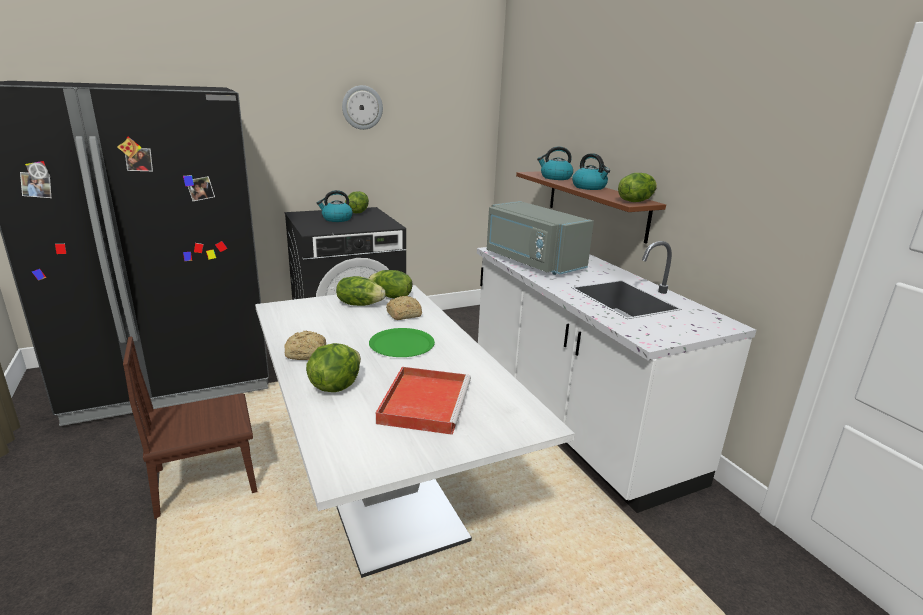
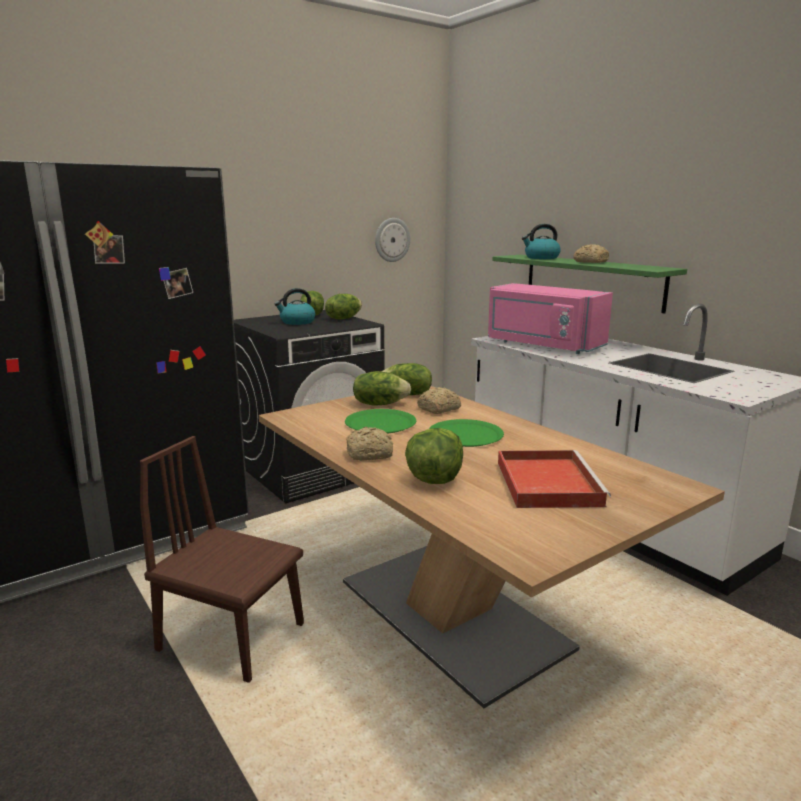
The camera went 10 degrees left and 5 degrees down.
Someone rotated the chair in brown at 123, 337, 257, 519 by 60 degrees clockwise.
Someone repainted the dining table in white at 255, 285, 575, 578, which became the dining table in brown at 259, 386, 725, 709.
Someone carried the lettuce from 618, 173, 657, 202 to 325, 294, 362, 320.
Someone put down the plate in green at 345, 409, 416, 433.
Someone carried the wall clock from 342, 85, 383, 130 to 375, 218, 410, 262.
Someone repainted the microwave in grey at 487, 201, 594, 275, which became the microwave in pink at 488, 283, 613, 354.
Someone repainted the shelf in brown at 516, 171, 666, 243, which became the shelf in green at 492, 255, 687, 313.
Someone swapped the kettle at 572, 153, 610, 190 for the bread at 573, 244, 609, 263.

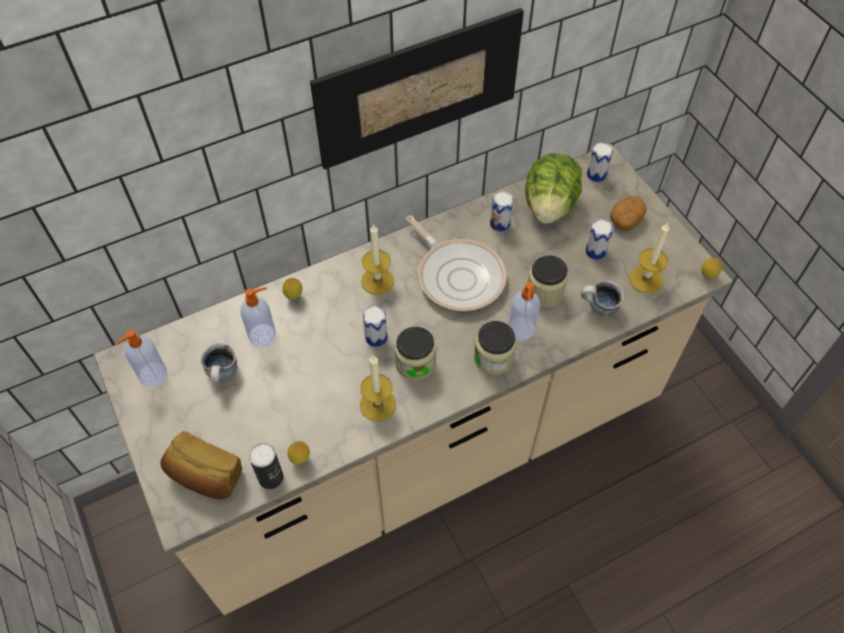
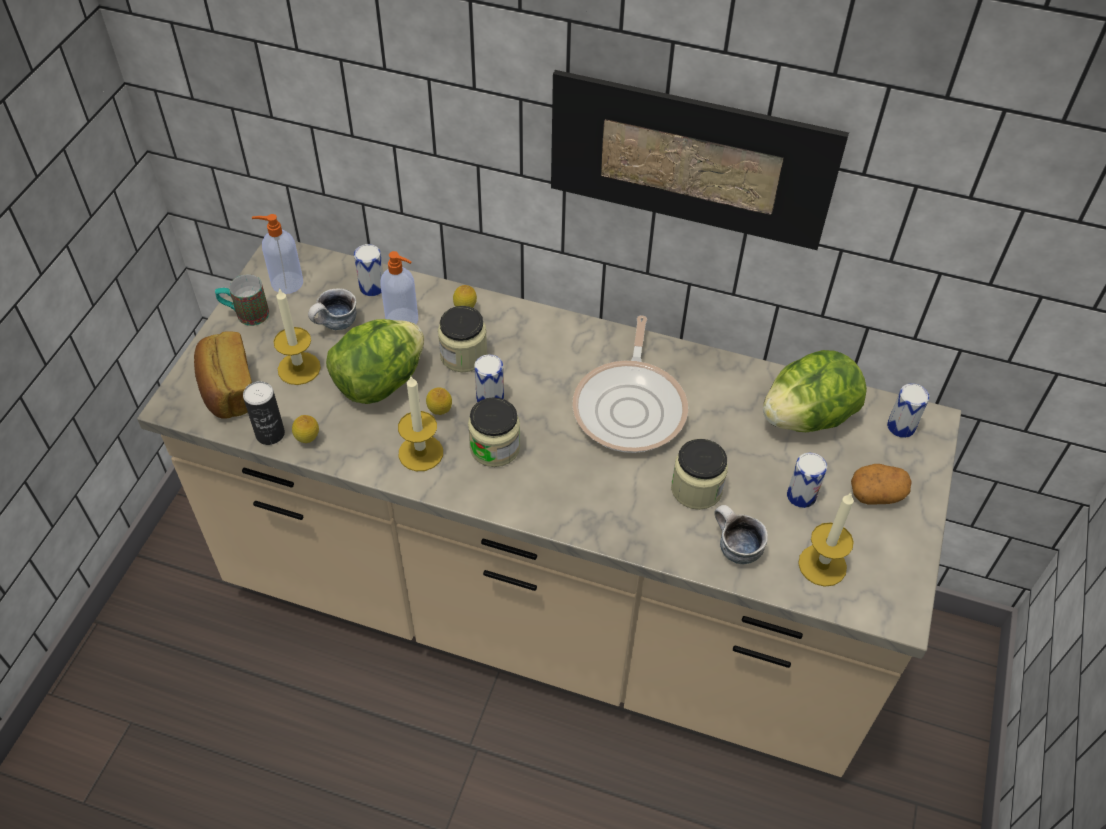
The camera went 45 degrees right and 5 degrees down.
Someone put down the mug at 215, 274, 269, 326.
Someone carried the candle from 361, 224, 394, 295 to 273, 288, 321, 385.
Someone put down the lettuce at 326, 319, 424, 404.
Someone carried the can from 490, 191, 514, 232 to 354, 244, 383, 296.
Someone carried the lemon from 701, 258, 723, 278 to 426, 387, 452, 415.
Someone carried the jar from 474, 321, 516, 375 to 438, 306, 487, 372.
Someone took away the soap dispenser at 508, 282, 540, 340.

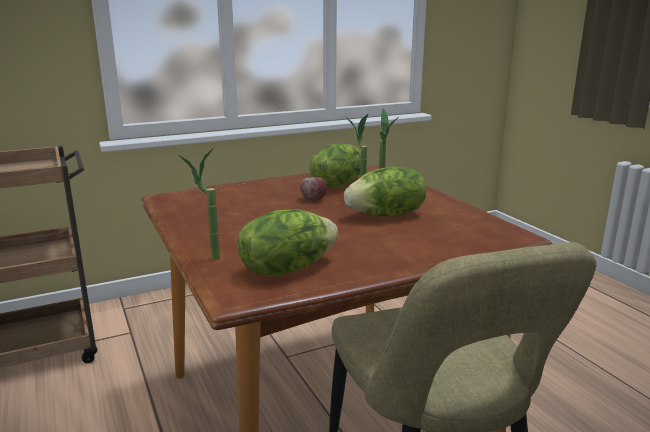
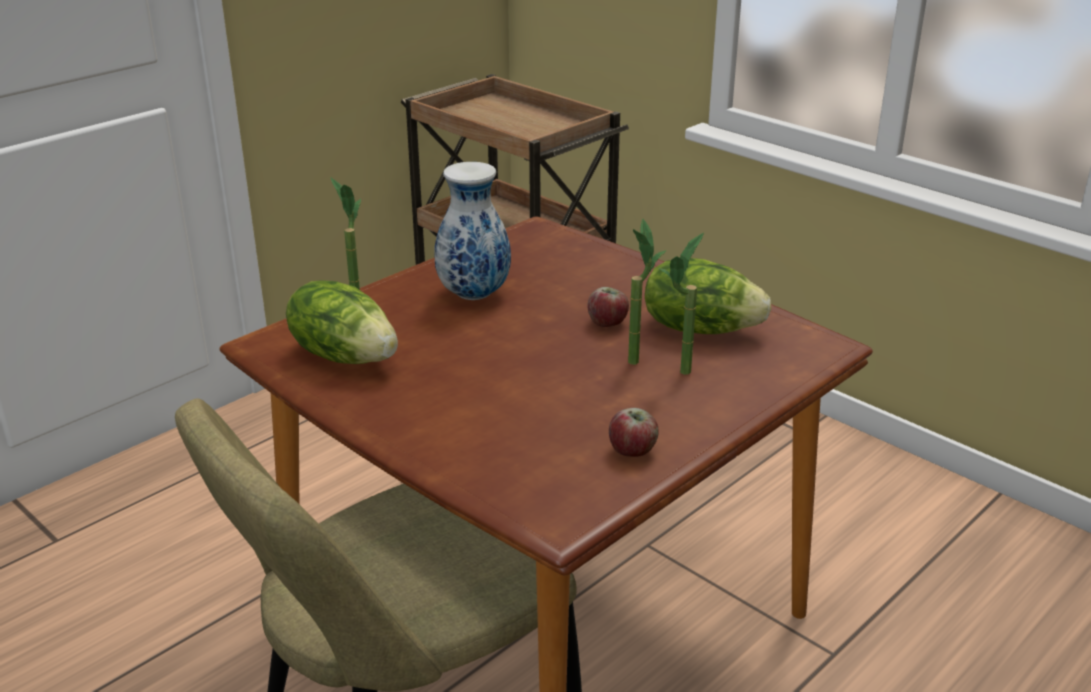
The camera went 70 degrees right and 10 degrees up.
Someone put down the vase at 434, 162, 511, 300.
Someone put down the apple at 609, 408, 659, 457.
Someone took away the lettuce at 344, 166, 426, 216.

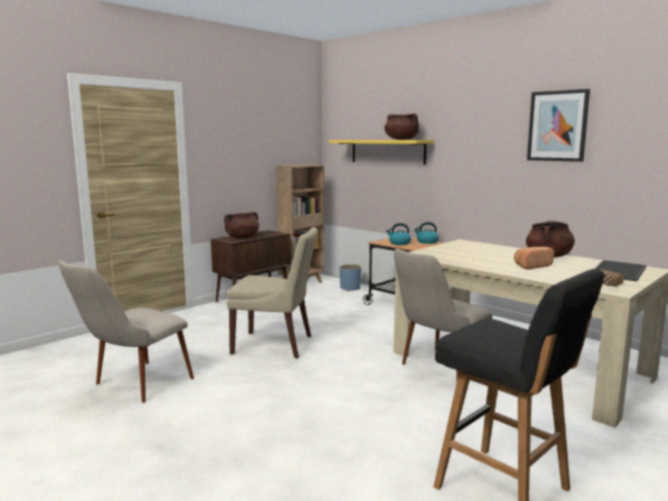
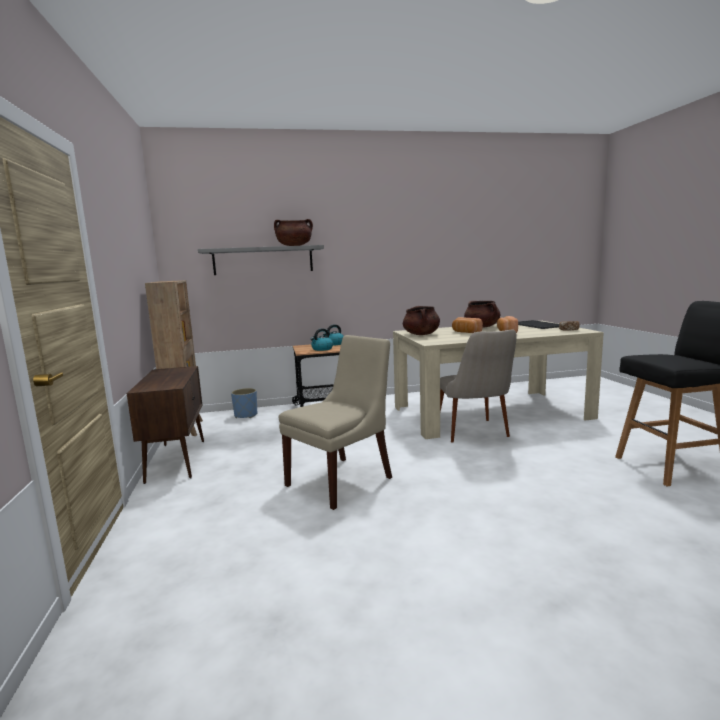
The camera went 55 degrees left and 0 degrees up.
Someone repainted the shelf in yellow at 329, 140, 434, 165, which became the shelf in grey at 198, 245, 324, 275.
Someone carried the cooking pot in brown from 224, 212, 259, 238 to 403, 306, 440, 335.
Someone put down the bread at 452, 317, 483, 333.
Someone took away the chair in beige at 58, 260, 194, 403.
Someone took away the picture at 527, 89, 590, 162.

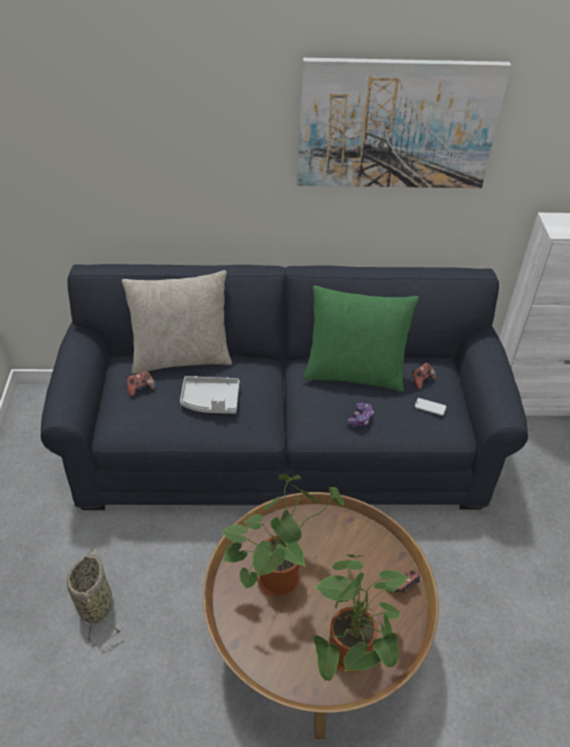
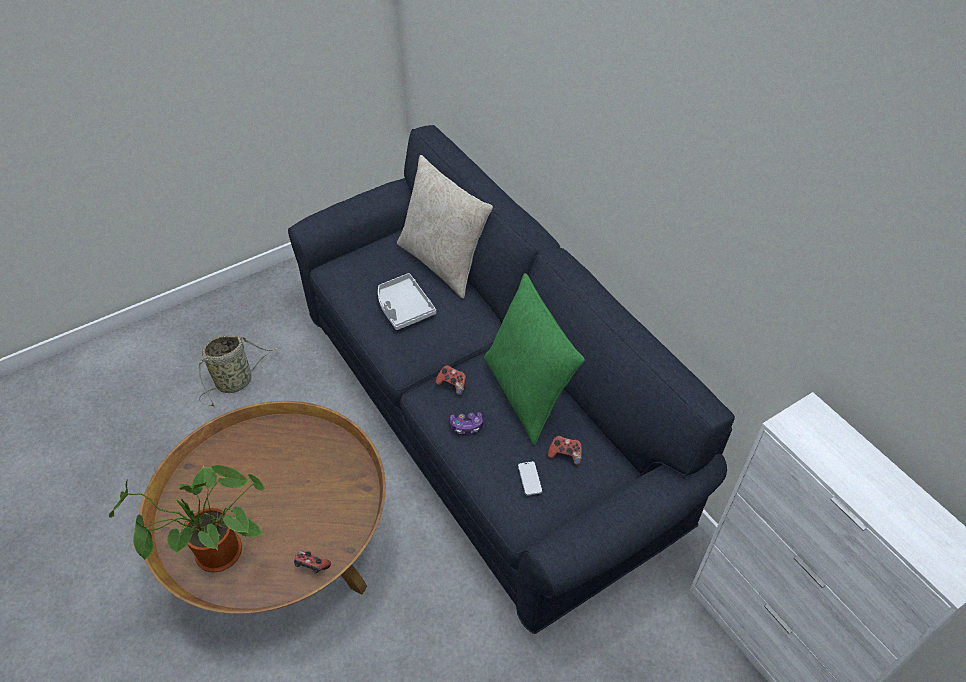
The camera went 60 degrees right and 5 degrees up.
Someone carried the game controller from 127, 371, 156, 397 to 436, 365, 466, 396.
Someone took away the potted plant at 221, 474, 344, 597.
Someone took away the picture at 297, 58, 511, 188.

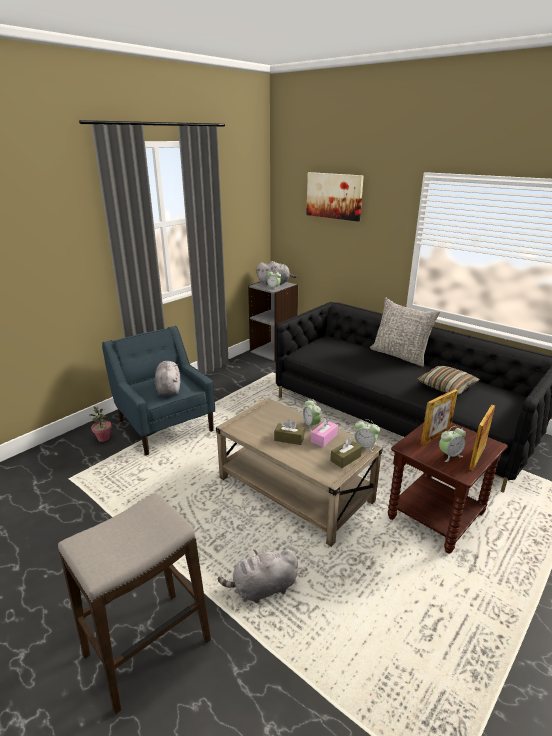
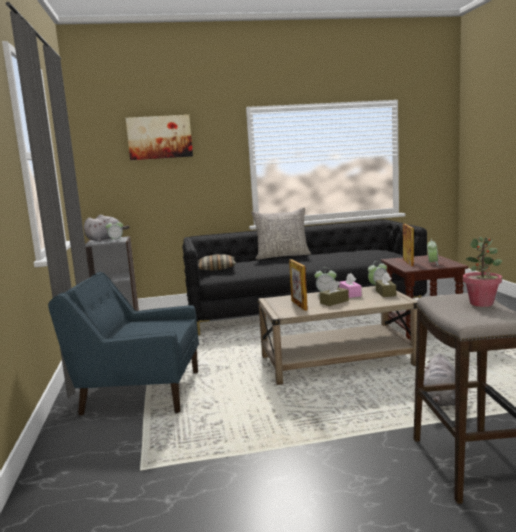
The camera went 50 degrees left and 15 degrees down.
Someone carried the pillow from 417, 366, 480, 395 to 197, 254, 236, 270.
Someone carried the picture frame from 469, 404, 495, 471 to 289, 259, 308, 311.
Someone carried the potted plant from 90, 406, 112, 442 to 463, 237, 502, 307.
Someone took away the plush toy in grey at 155, 361, 180, 396.

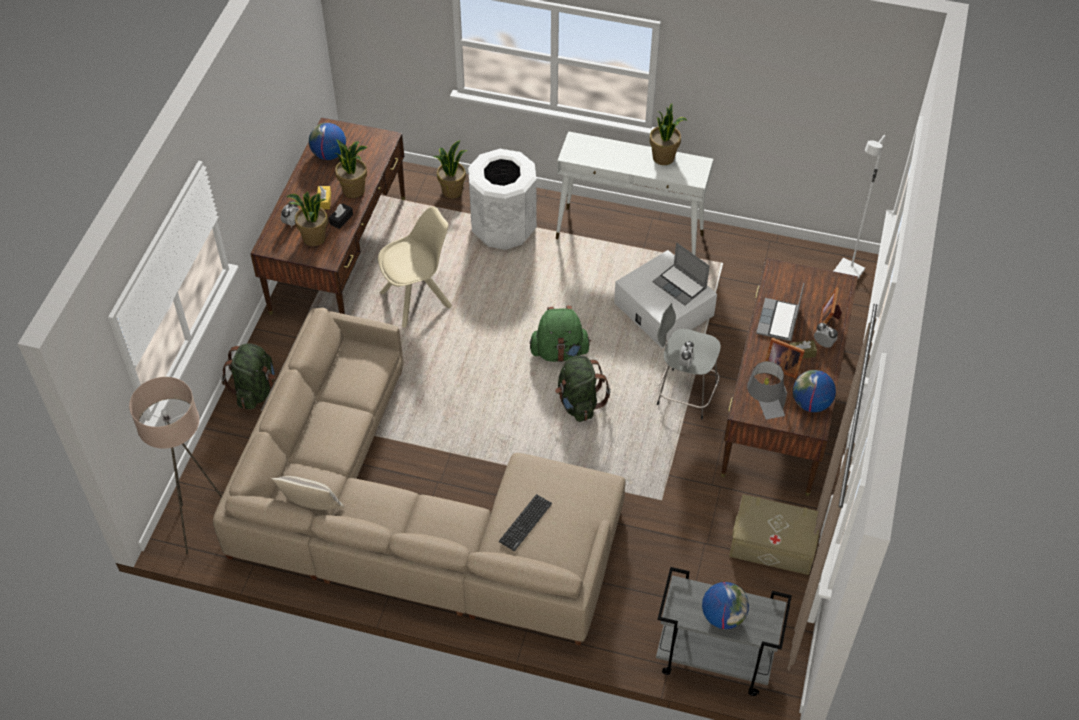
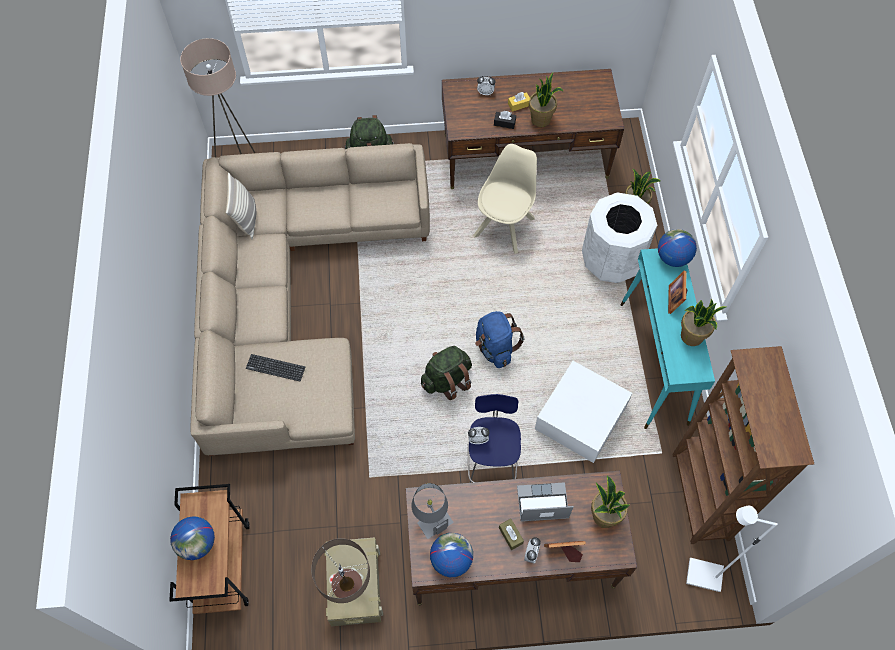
The camera went 70 degrees right and 10 degrees up.
Someone repainted the cart in grey at 656, 567, 792, 696, which became the cart in brown at 169, 484, 250, 614.
Someone put down the table lamp at 311, 538, 370, 603.
Someone repainted the stool in grey at 657, 303, 721, 420, which became the stool in blue at 467, 394, 521, 483.
Someone rotated the chair in beige at 378, 206, 452, 327 by 105 degrees counterclockwise.
Someone repainted the backpack in green at 530, 306, 591, 362, which became the backpack in blue at 475, 311, 525, 368.
Someone carried the potted plant from 287, 191, 328, 246 to 591, 475, 630, 528.
Someone repainted the console table in white at 556, 131, 713, 255, which became the console table in turquoise at 620, 248, 715, 429.
Someone carried the globe from 309, 123, 346, 160 to 658, 229, 697, 267.
Someone carried the picture frame from 765, 338, 805, 379 to 668, 271, 687, 314.
Someone put down the bookcase in brown at 672, 346, 814, 544.
Someone took away the laptop at 653, 243, 710, 306.

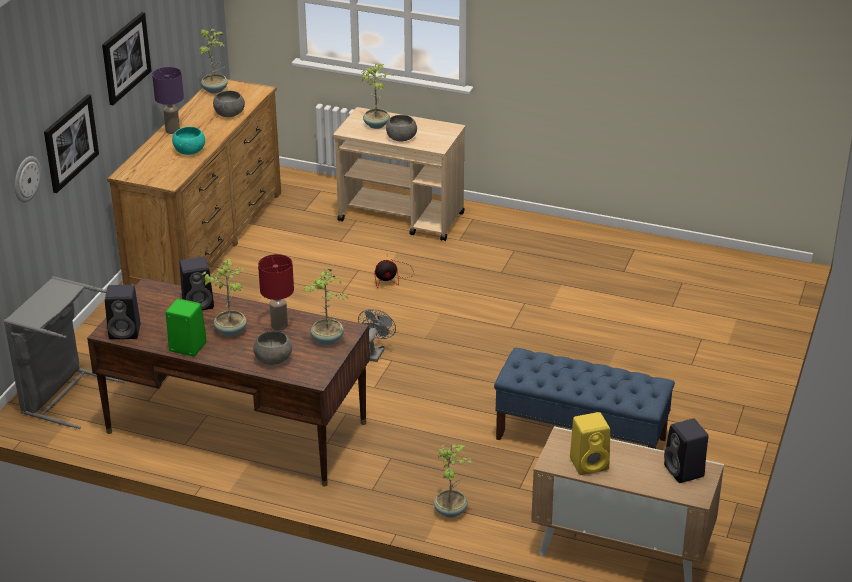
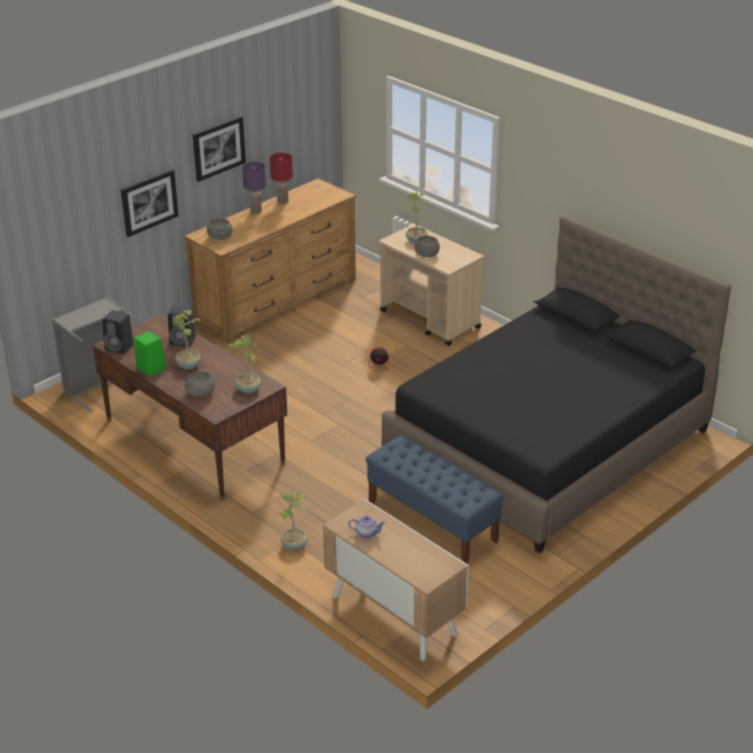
The camera went 25 degrees right and 0 degrees up.
Someone carried the bowl in grey from 213, 90, 245, 117 to 207, 218, 232, 240.
Someone carried the table lamp in red from 258, 254, 294, 331 to 270, 153, 293, 205.
Someone swapped the speaker in yellow at 570, 412, 610, 475 for the teapot at 348, 516, 385, 538.
Someone put down the bed in black at 382, 215, 731, 553.
Someone took away the wall clock at 15, 156, 41, 202.
Someone took away the bowl in turquoise at 172, 127, 205, 155.
Someone took away the potted plant at 198, 29, 228, 93.
Someone took away the fan in grey at 358, 309, 396, 362.
Someone took away the speaker in black at 664, 419, 708, 483.

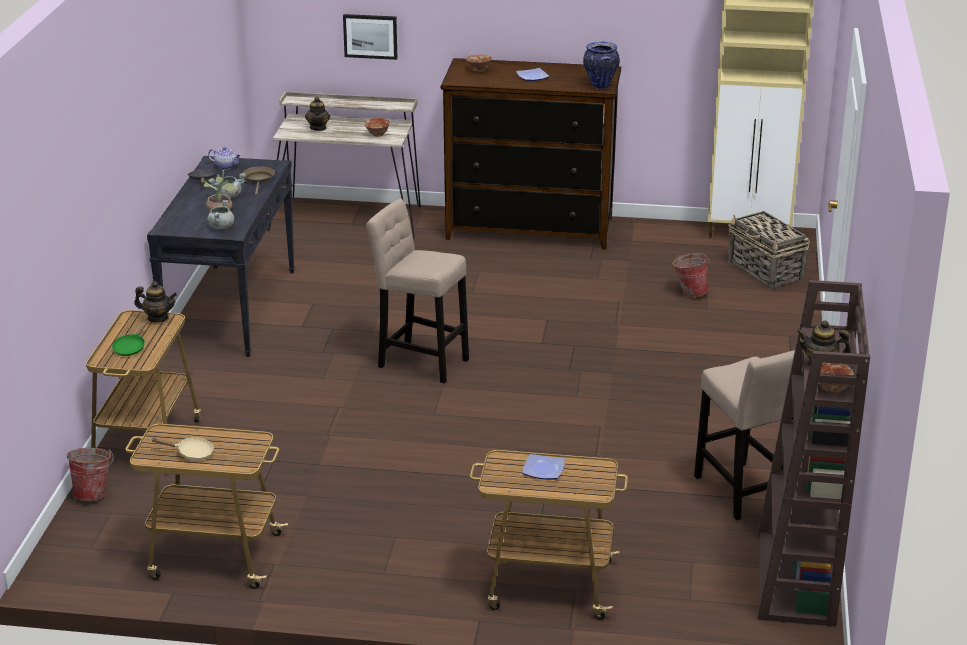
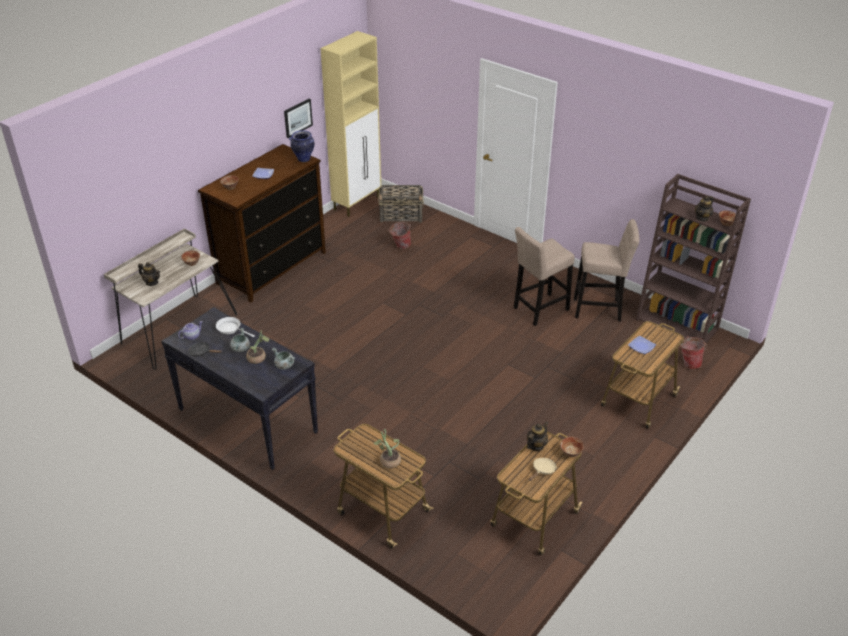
The camera went 60 degrees left and 10 degrees up.
Someone repainted the frying pan in brown at 242, 166, 275, 196, which became the frying pan in white at 216, 317, 255, 337.
Someone carried the picture from 343, 14, 397, 60 to 284, 99, 313, 138.
Someone swapped the frying pan in green at 112, 320, 147, 356 for the potted plant at 374, 429, 401, 468.
Someone carried the stool in beige from 366, 198, 469, 383 to 514, 227, 575, 326.
Someone carried the teapot from 134, 281, 177, 322 to 527, 421, 548, 451.
Someone put down the bowl at 560, 437, 584, 457.
Someone carried the bucket from 67, 448, 114, 501 to 680, 336, 707, 369.

